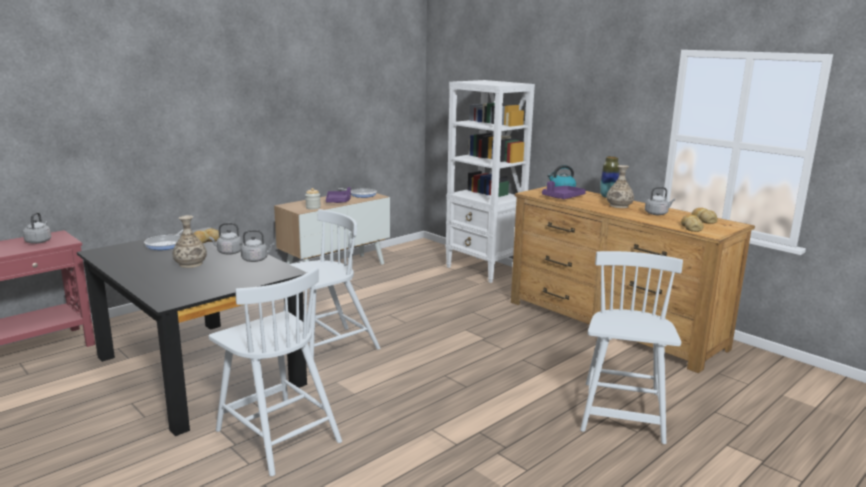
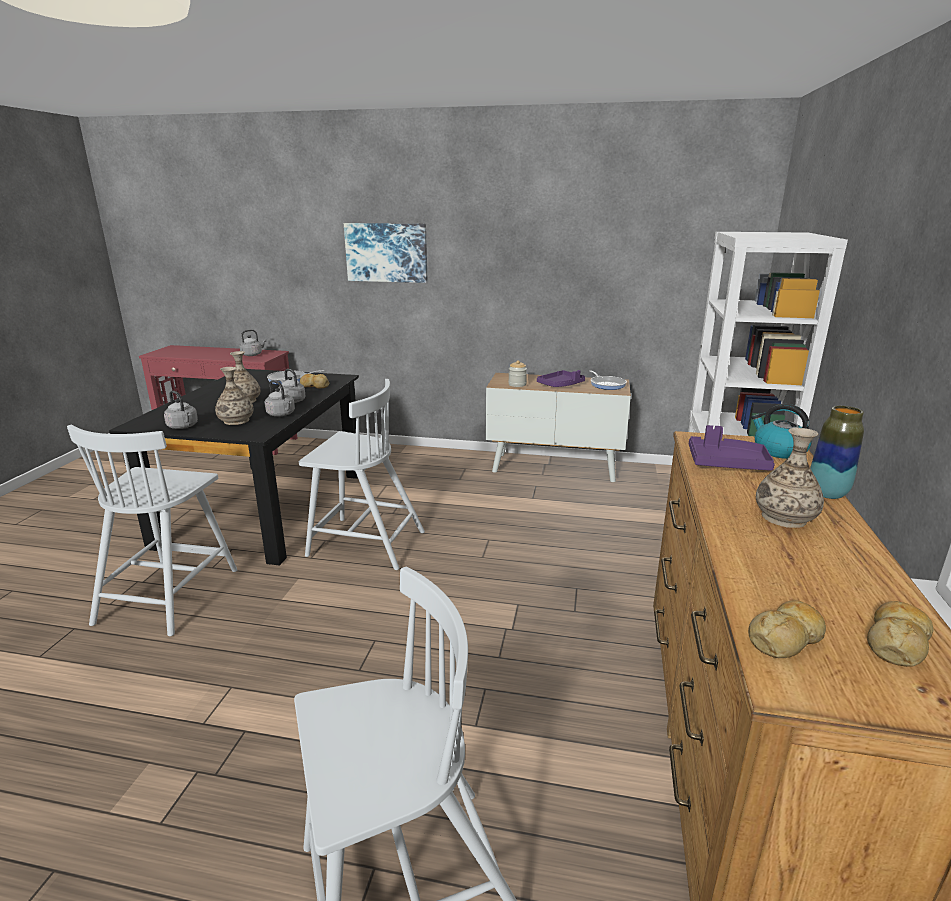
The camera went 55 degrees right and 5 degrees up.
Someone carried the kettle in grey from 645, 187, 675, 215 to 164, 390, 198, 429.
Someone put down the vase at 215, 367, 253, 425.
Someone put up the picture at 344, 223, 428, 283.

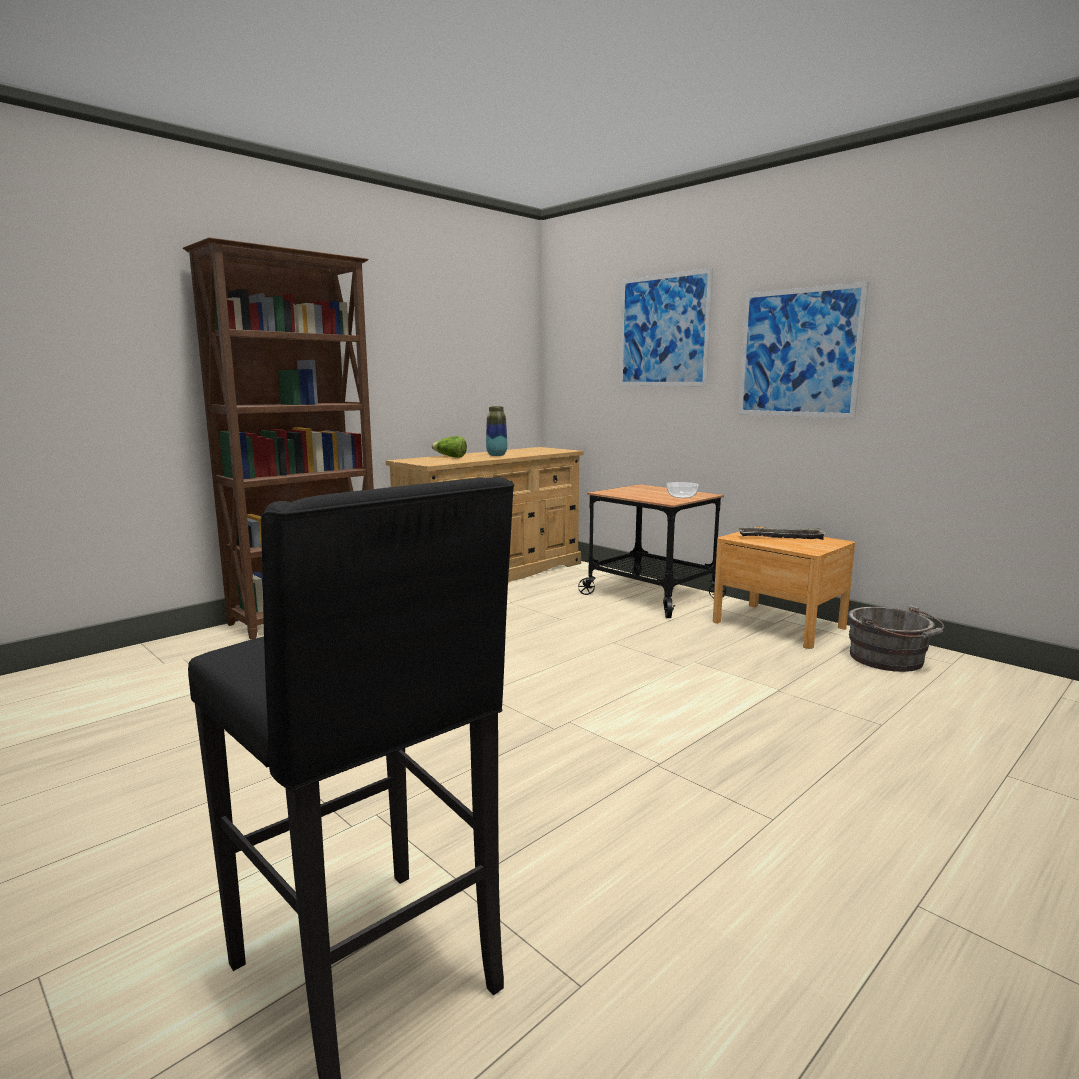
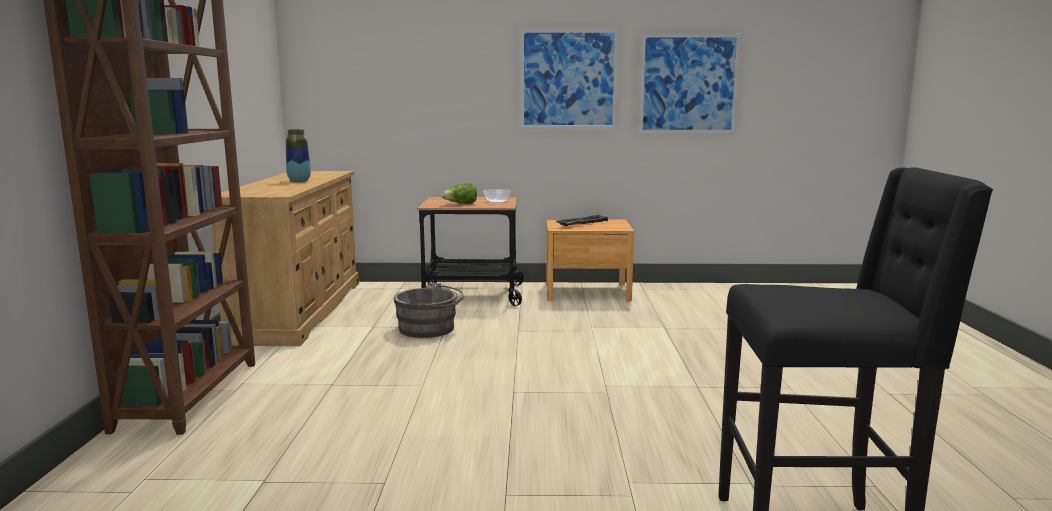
The camera went 45 degrees left and 0 degrees up.
Someone carried the bucket in grey from 848, 605, 944, 672 to 394, 283, 464, 338.
Someone carried the lettuce from 431, 436, 467, 458 to 441, 183, 477, 204.
Someone carried the picture from 619, 268, 713, 386 to 638, 33, 741, 134.

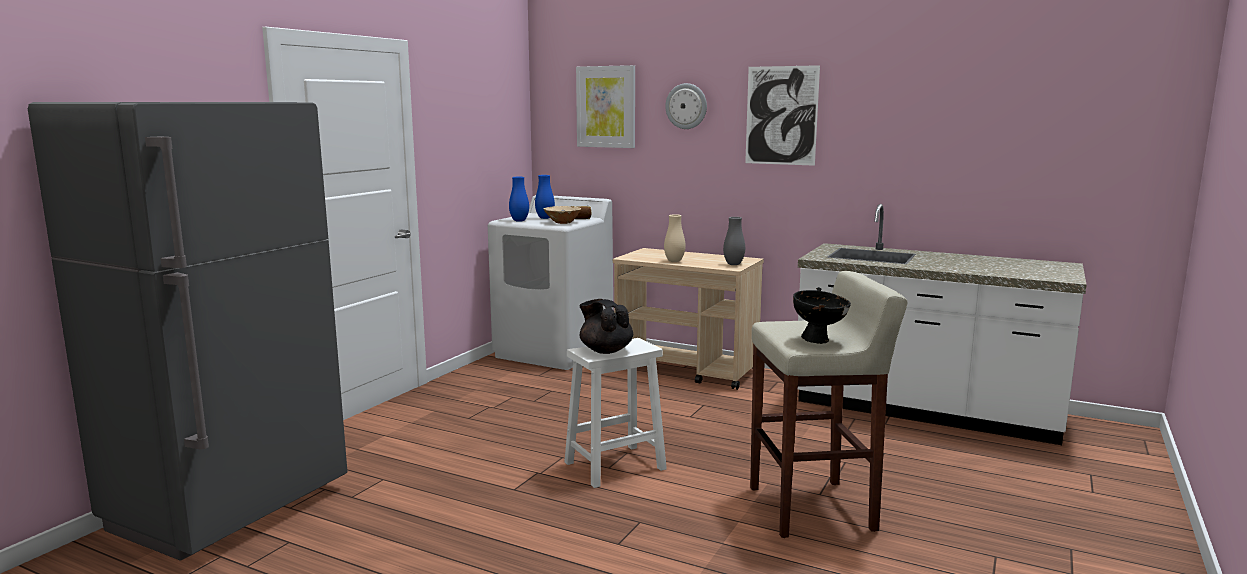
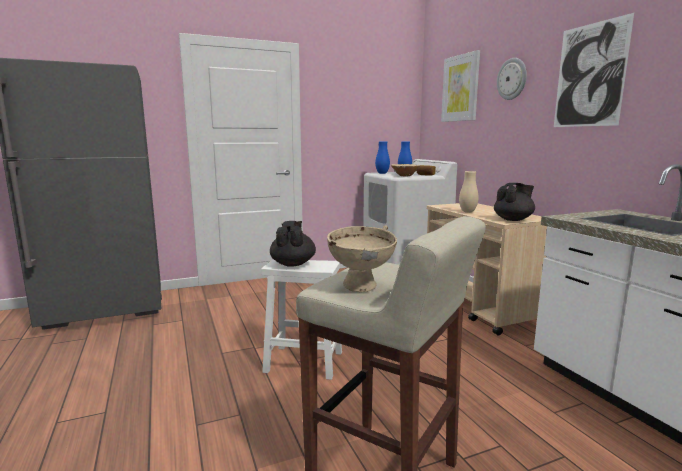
The camera went 40 degrees right and 0 degrees up.
Someone repainted the bowl in black at 793, 287, 851, 344, which became the bowl in beige at 327, 226, 397, 292.
Someone swapped the vase in grey at 723, 217, 745, 265 for the teapot in black at 494, 183, 535, 221.

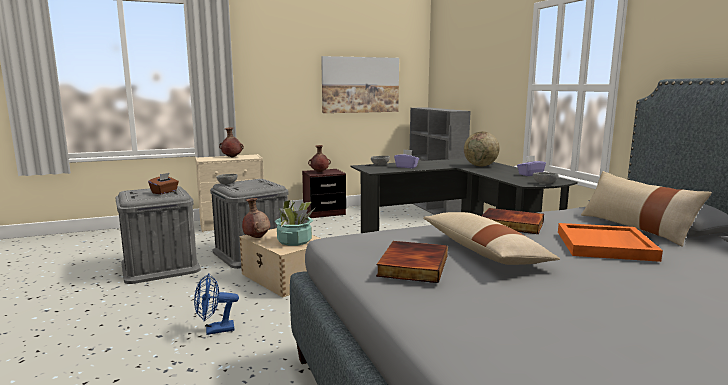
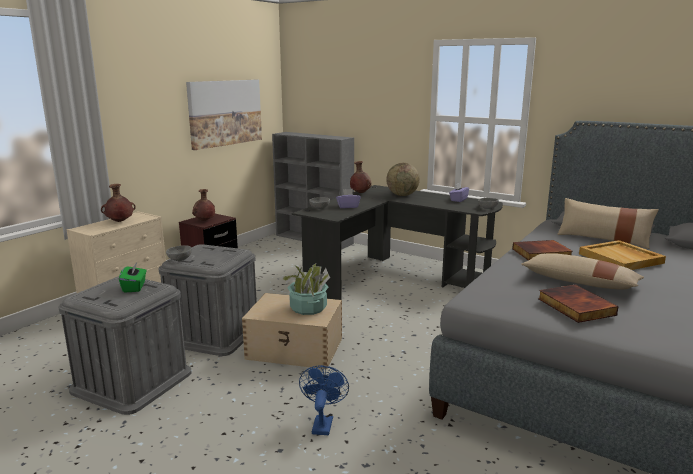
The camera went 35 degrees left and 5 degrees up.
Someone repainted the tissue box in brown at 148, 173, 179, 194, which became the tissue box in green at 119, 263, 147, 293.
Someone rotated the fan in blue at 194, 273, 239, 335 by 150 degrees clockwise.
Someone carried the vase in brown from 242, 198, 270, 238 to 350, 161, 372, 193.
Someone repainted the tray in orange at 558, 223, 663, 262, which became the tray in beige at 579, 240, 666, 270.

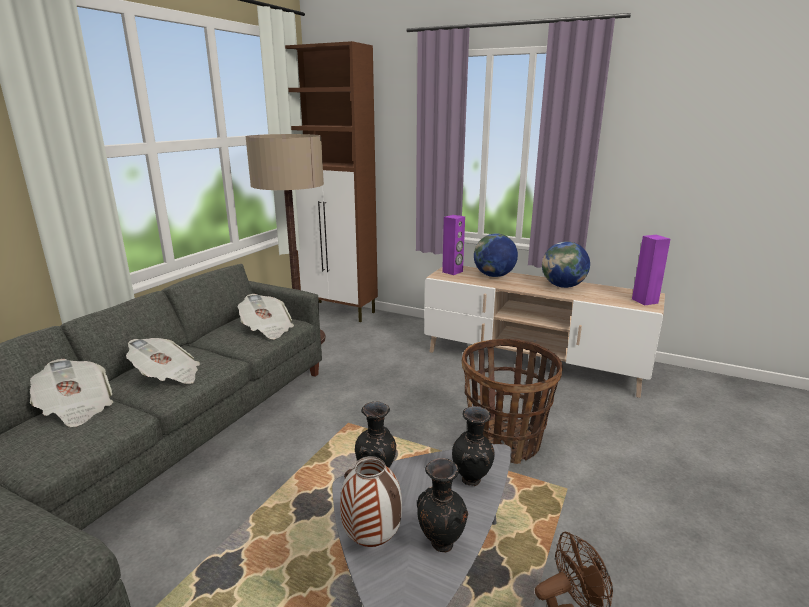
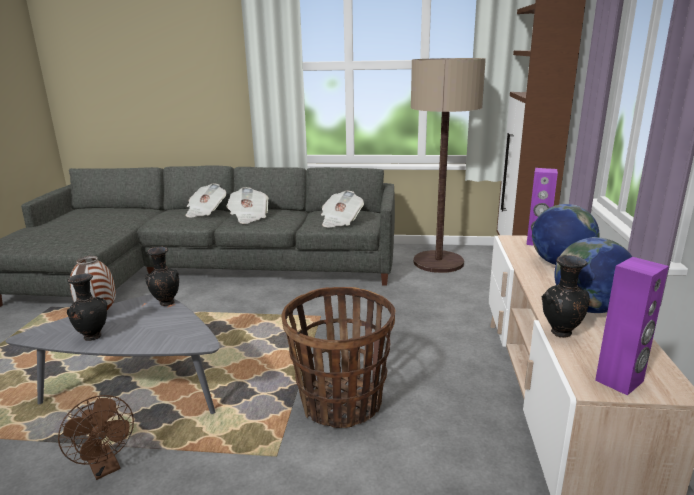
The camera went 70 degrees right and 0 degrees up.
Someone carried the vase in black from 452, 406, 495, 486 to 542, 255, 590, 338.

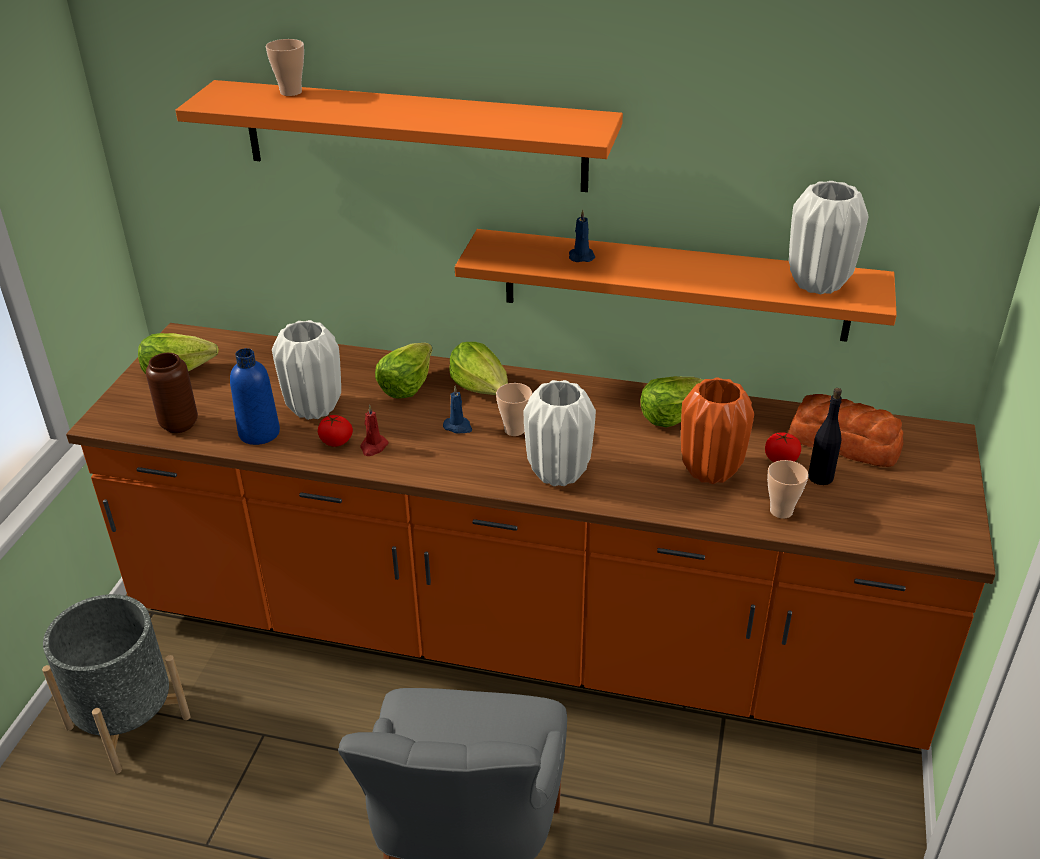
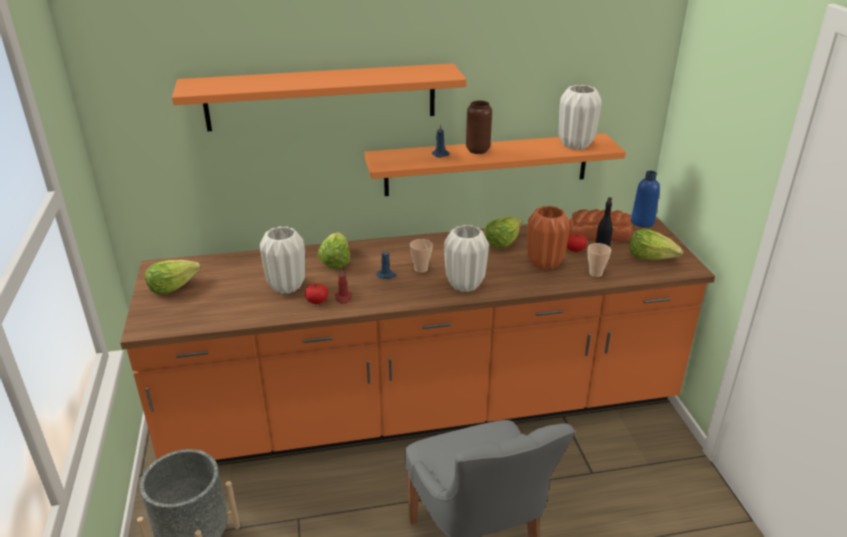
The camera went 25 degrees left and 5 degrees down.
Someone carried the vase in brown from 146, 353, 198, 433 to 466, 100, 492, 154.
Someone carried the lettuce from 449, 342, 508, 395 to 629, 229, 683, 260.
Someone carried the bottle in blue from 230, 348, 280, 445 to 631, 171, 660, 227.
Someone took away the cup at 266, 39, 304, 96.

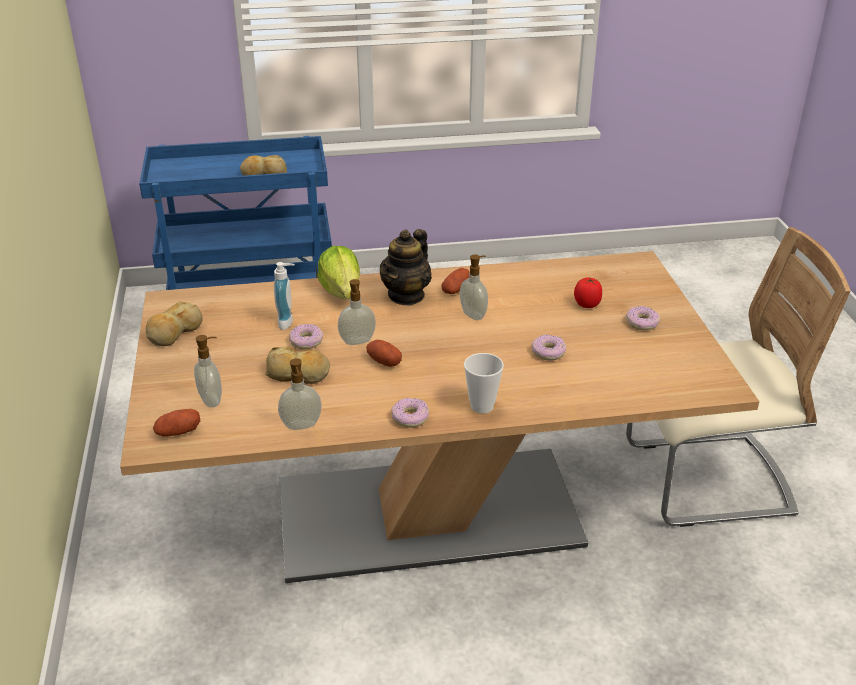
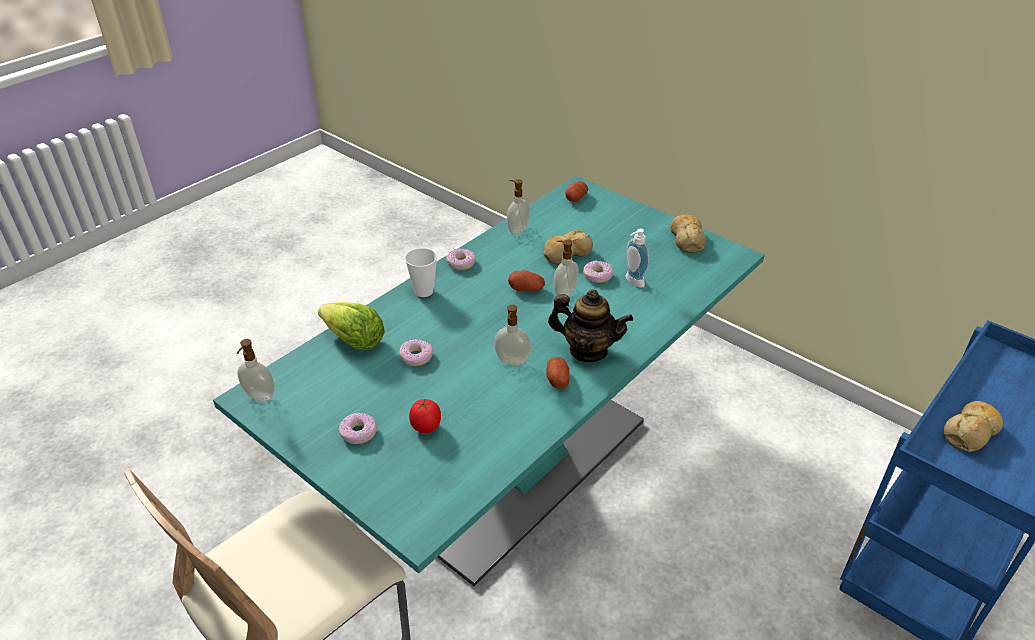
The camera went 140 degrees right and 5 degrees up.
Someone repainted the dining table in beige at 120, 251, 759, 583, which became the dining table in turquoise at 213, 176, 765, 586.
Someone carried the soap dispenser from 194, 335, 222, 407 to 237, 339, 275, 402.
Someone carried the lettuce from 317, 246, 360, 299 to 318, 302, 385, 350.
Someone rotated the teapot at 380, 229, 432, 305 by 120 degrees clockwise.

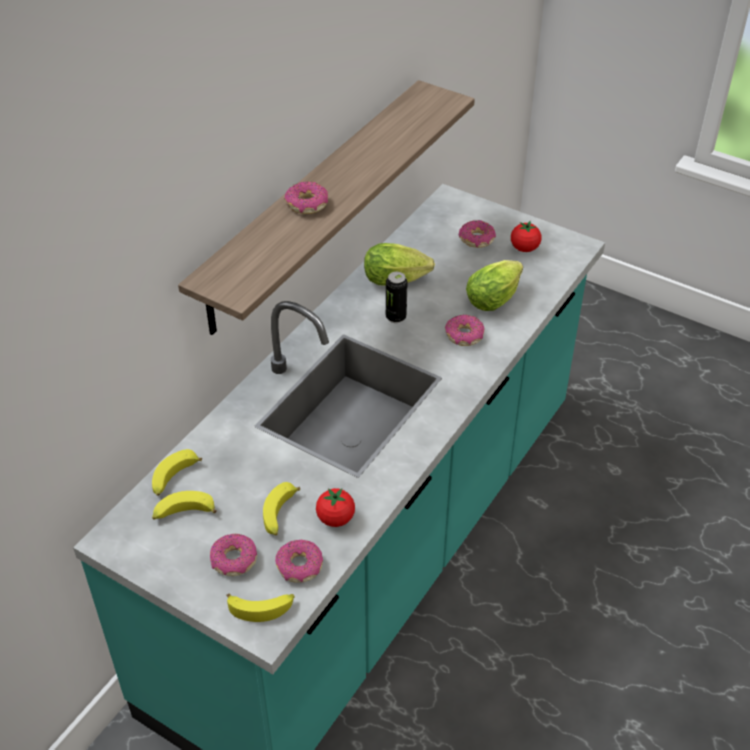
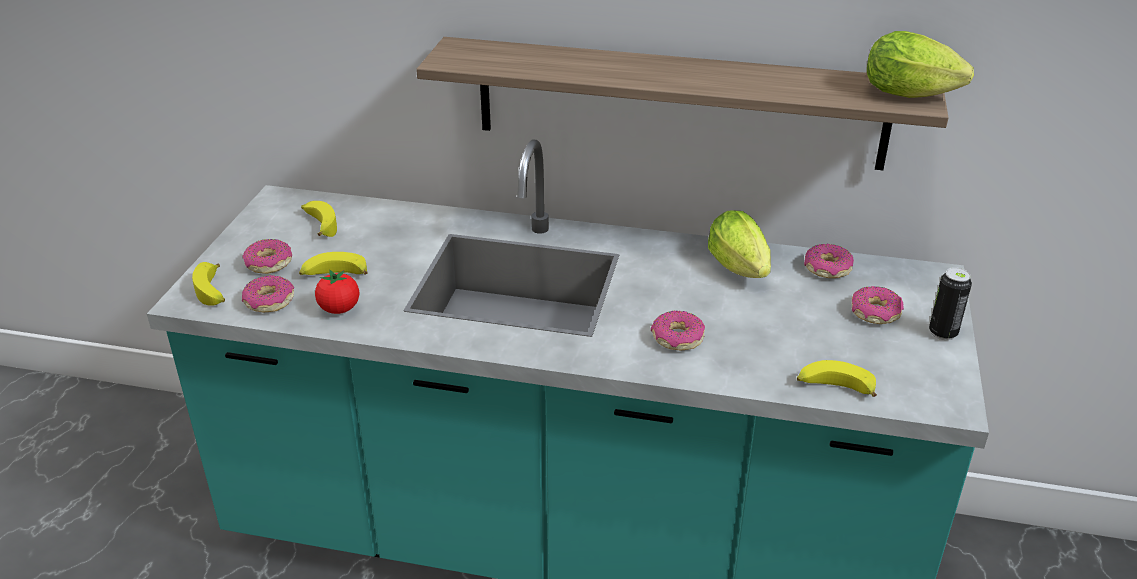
The camera went 70 degrees right and 10 degrees down.
Someone carried the banana from 152, 449, 202, 496 to 797, 360, 877, 397.
Someone carried the donut from 284, 182, 328, 214 to 804, 244, 854, 278.
Someone carried the lettuce from 466, 260, 523, 311 to 867, 31, 974, 98.
Someone carried the can from 386, 272, 408, 323 to 929, 267, 972, 340.
Someone took away the tomato at 511, 221, 541, 252.

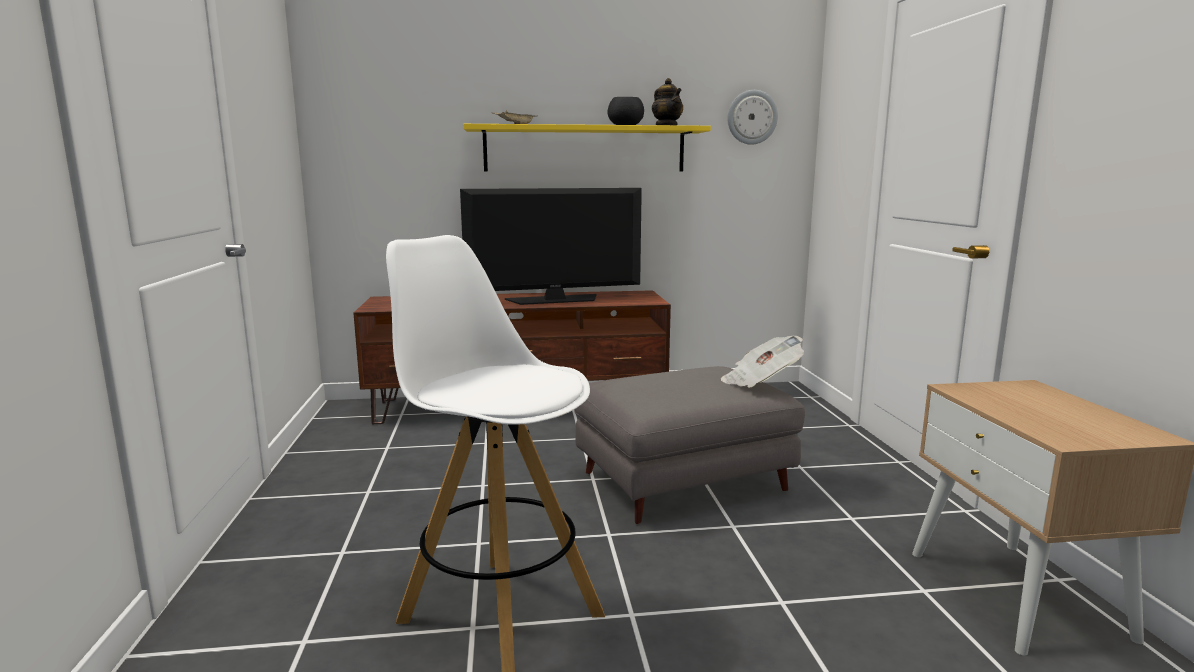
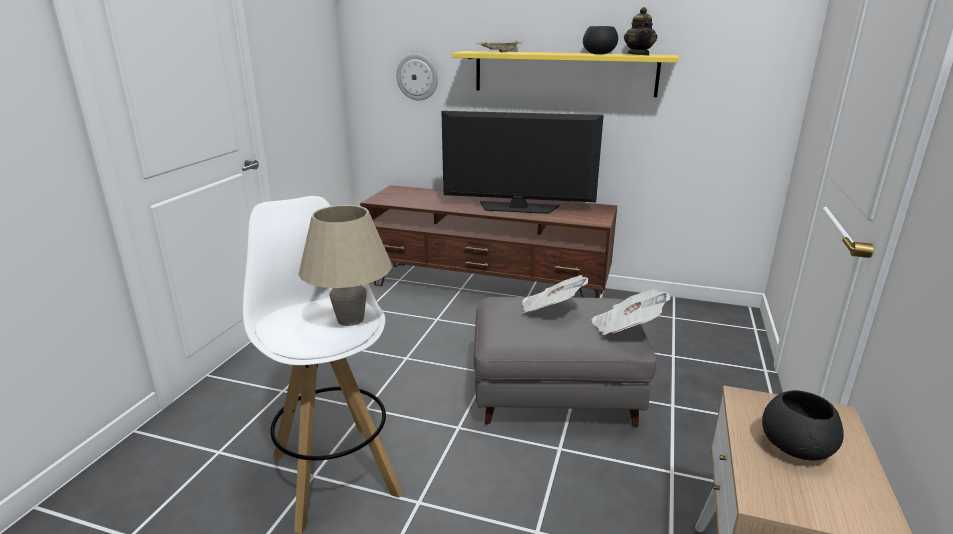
The camera went 25 degrees right and 10 degrees up.
Someone put down the table lamp in beige at 298, 205, 392, 326.
Someone carried the wall clock from 727, 90, 778, 145 to 396, 54, 438, 101.
Someone put down the newspaper at 522, 275, 588, 313.
Someone put down the bowl in black at 762, 390, 844, 460.

